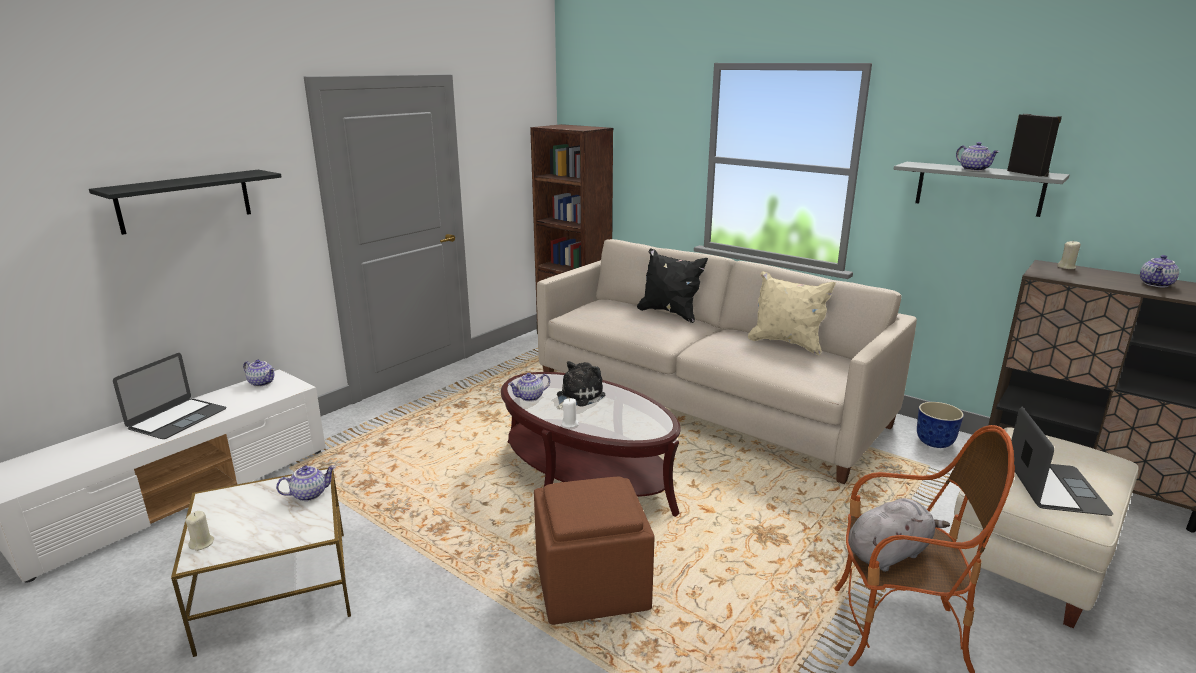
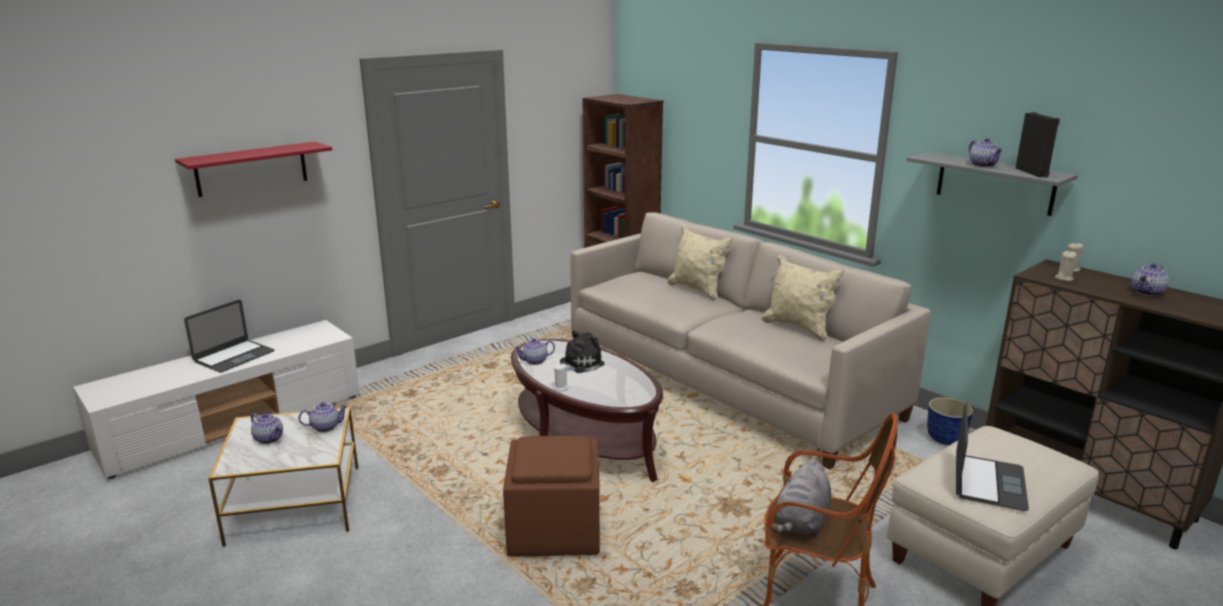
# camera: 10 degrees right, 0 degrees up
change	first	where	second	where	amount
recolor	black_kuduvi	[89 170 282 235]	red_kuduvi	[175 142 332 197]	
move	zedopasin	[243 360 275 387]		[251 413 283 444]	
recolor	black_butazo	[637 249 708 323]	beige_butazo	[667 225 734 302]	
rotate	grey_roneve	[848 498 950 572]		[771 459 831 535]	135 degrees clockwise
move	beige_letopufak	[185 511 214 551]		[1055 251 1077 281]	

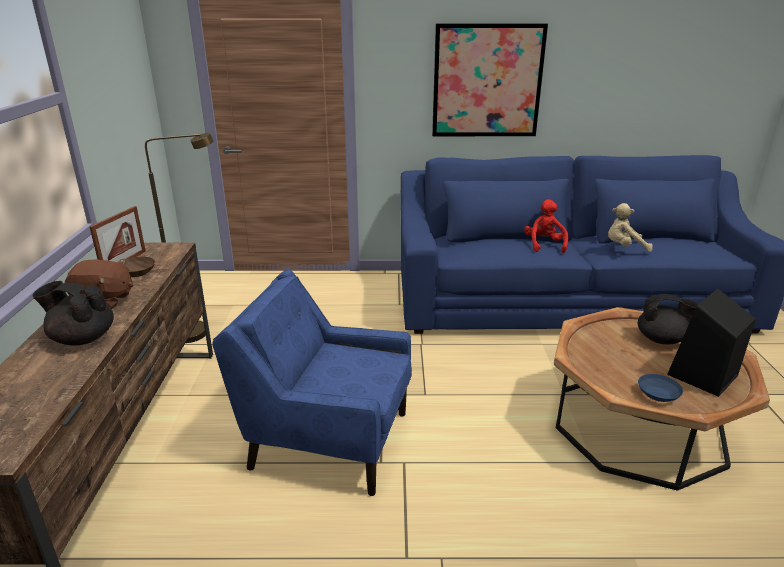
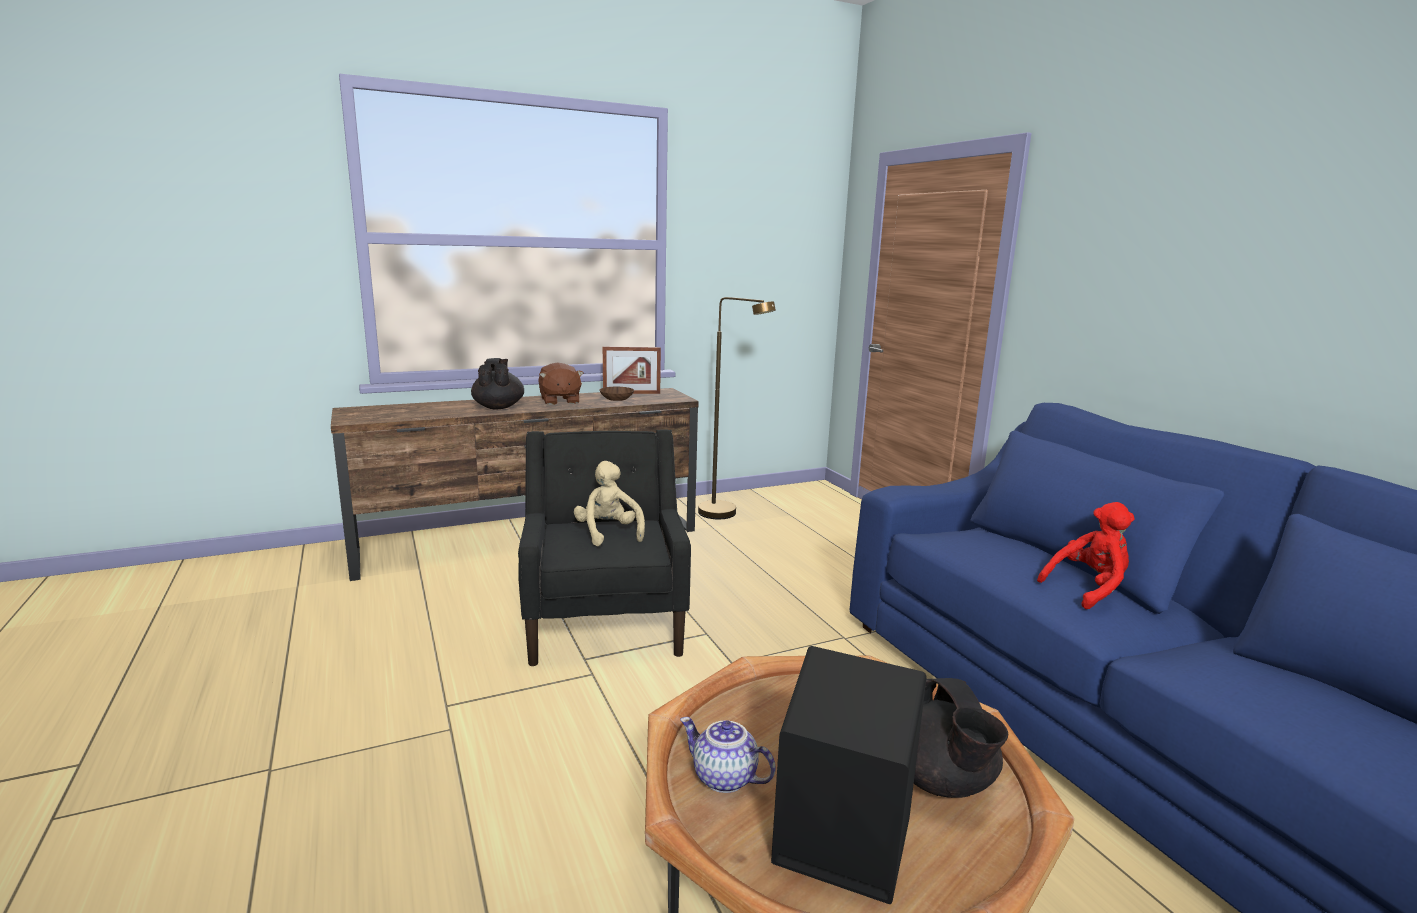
# camera: 65 degrees right, 10 degrees down
change	first	where	second	where	amount
recolor	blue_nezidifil	[212 269 412 496]	black_nezidifil	[518 429 691 666]	
move	beige_roneve	[608 203 653 252]		[574 461 645 546]	
replace	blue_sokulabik	[638 374 683 402]	zedopasin	[680 717 776 793]	
delete	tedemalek	[432 23 548 136]			

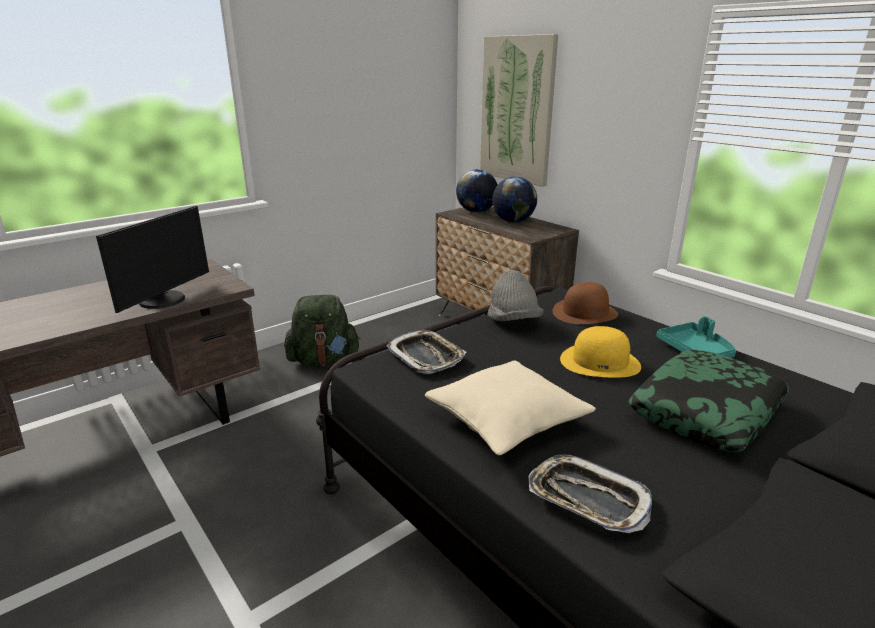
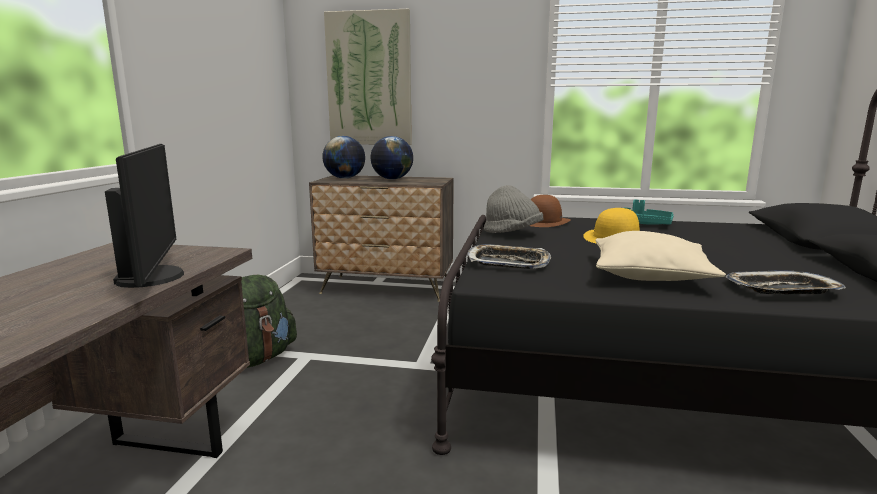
# camera: 40 degrees left, 10 degrees down
change	first	where	second	where	amount
delete	butazo	[628 350 789 452]			

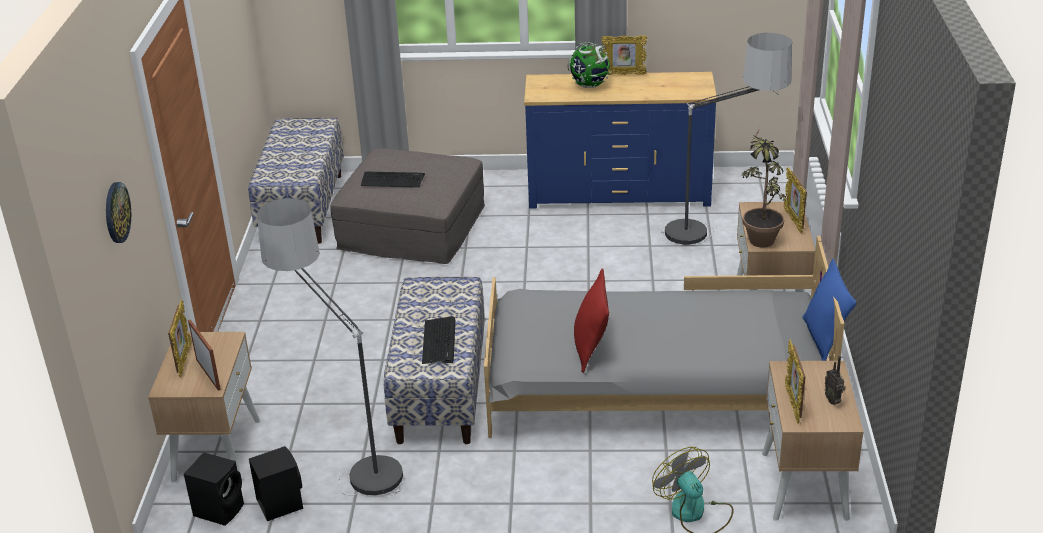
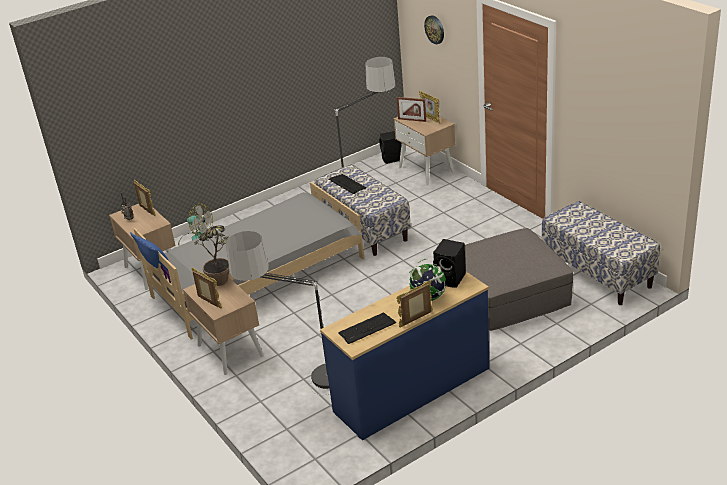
# camera: 145 degrees right, 0 degrees up
change	first	where	second	where	amount
move	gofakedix	[361 172 425 188]		[338 312 396 344]	
move	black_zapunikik	[249 446 303 521]		[433 239 466 288]	
delete	red_butazo	[574 269 609 373]			

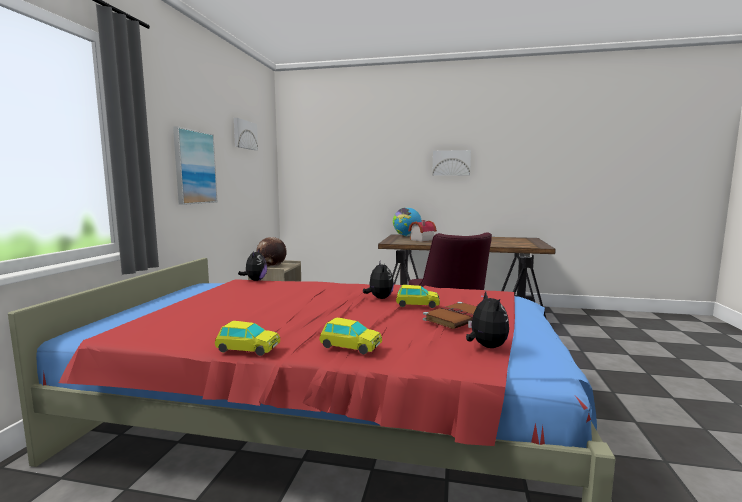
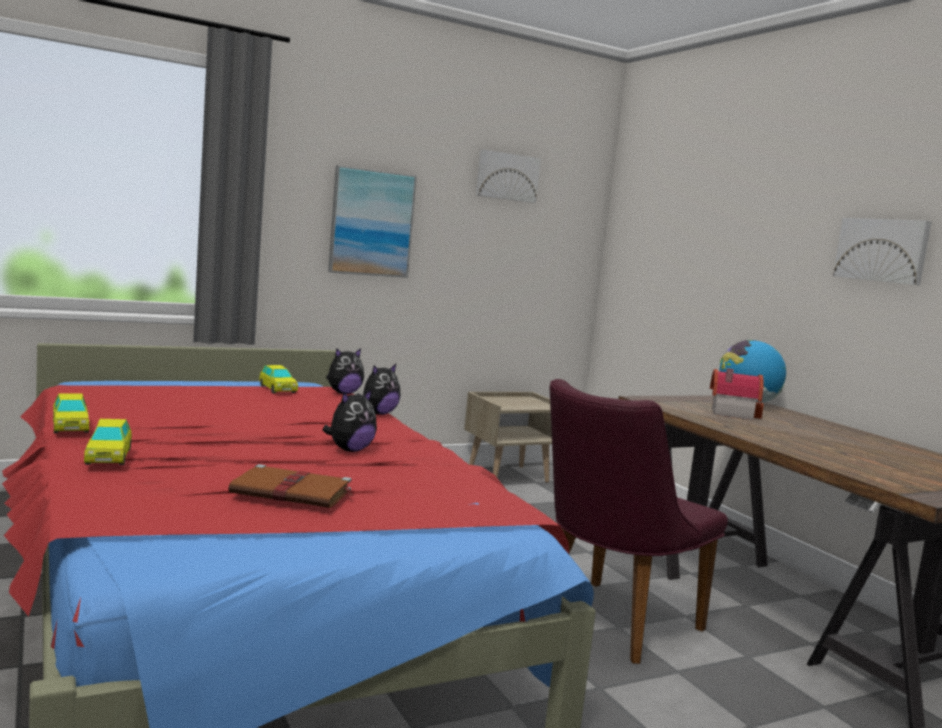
# camera: 50 degrees right, 0 degrees up
change	first	where	second	where	amount
move	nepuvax	[396 285 440 308]		[259 365 298 393]	
move	roneve	[466 291 509 348]		[357 364 401 415]	
delete	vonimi	[256 237 287 267]			

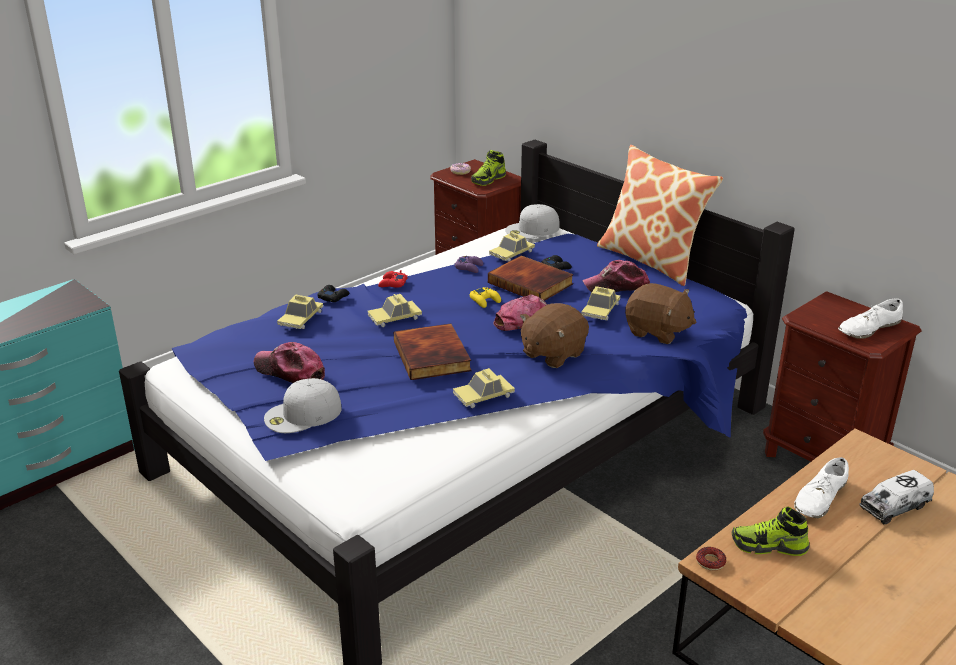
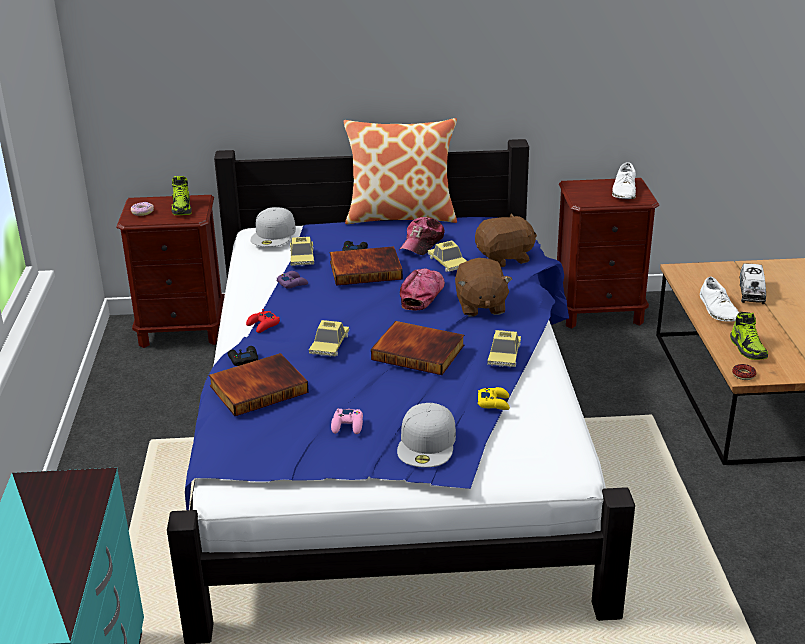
# camera: 50 degrees left, 0 degrees up
change	first	where	second	where	amount
replace	nepuvax	[277 295 323 329]	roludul	[209 353 309 416]	
replace	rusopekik	[254 342 325 383]	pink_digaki	[331 408 363 434]	
move	yellow_digaki	[470 287 501 308]		[478 387 510 410]	
rotate	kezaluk	[732 507 809 556]		[730 312 768 360]	60 degrees counterclockwise

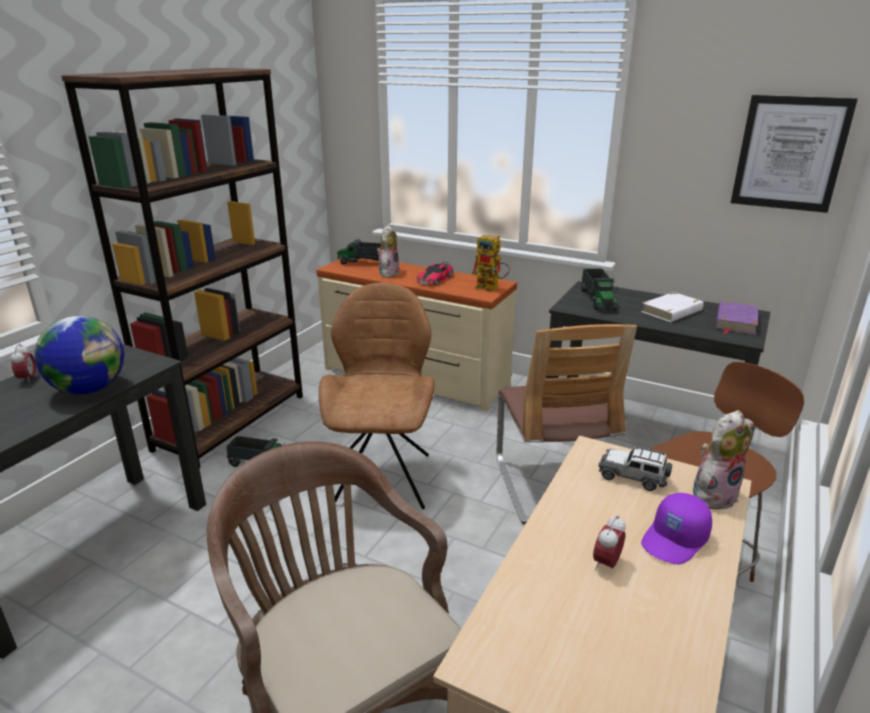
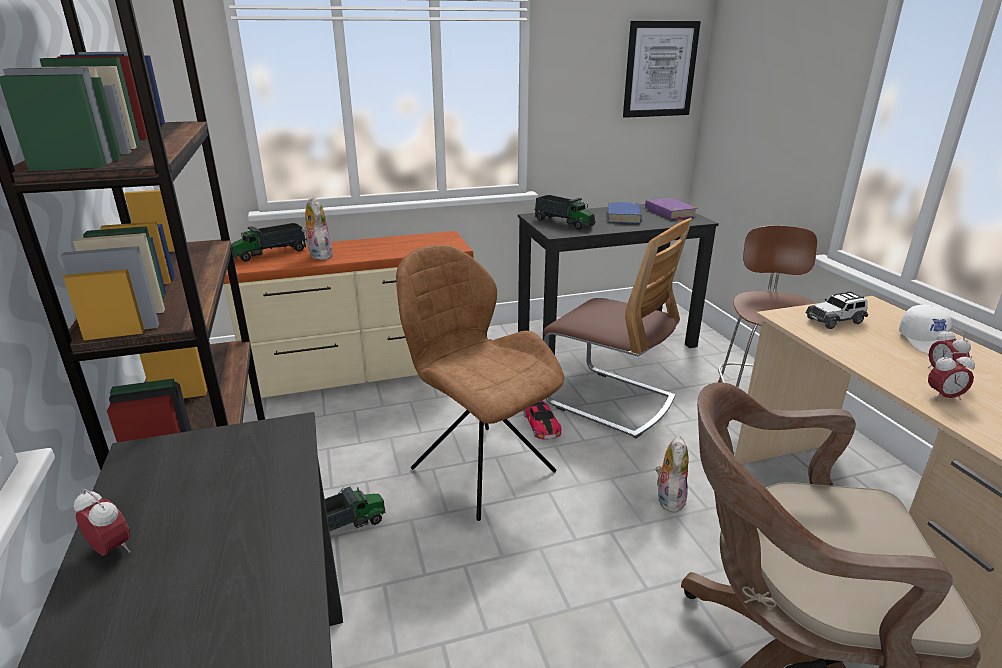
# camera: 45 degrees left, 0 degrees up
change	first	where	second	where	amount
move	nepuvax	[417 262 453 286]		[524 401 561 440]	
recolor	white_roludul	[641 292 704 322]	blue_roludul	[608 202 641 223]	
move	roneve	[693 410 754 509]		[656 436 689 513]	
recolor	purple_rusopekik	[641 493 712 565]	white_rusopekik	[899 305 952 354]	
insert			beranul	[928 352 975 401]	
delete	vonimi	[34 316 124 395]			
delete	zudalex	[471 235 510 292]			

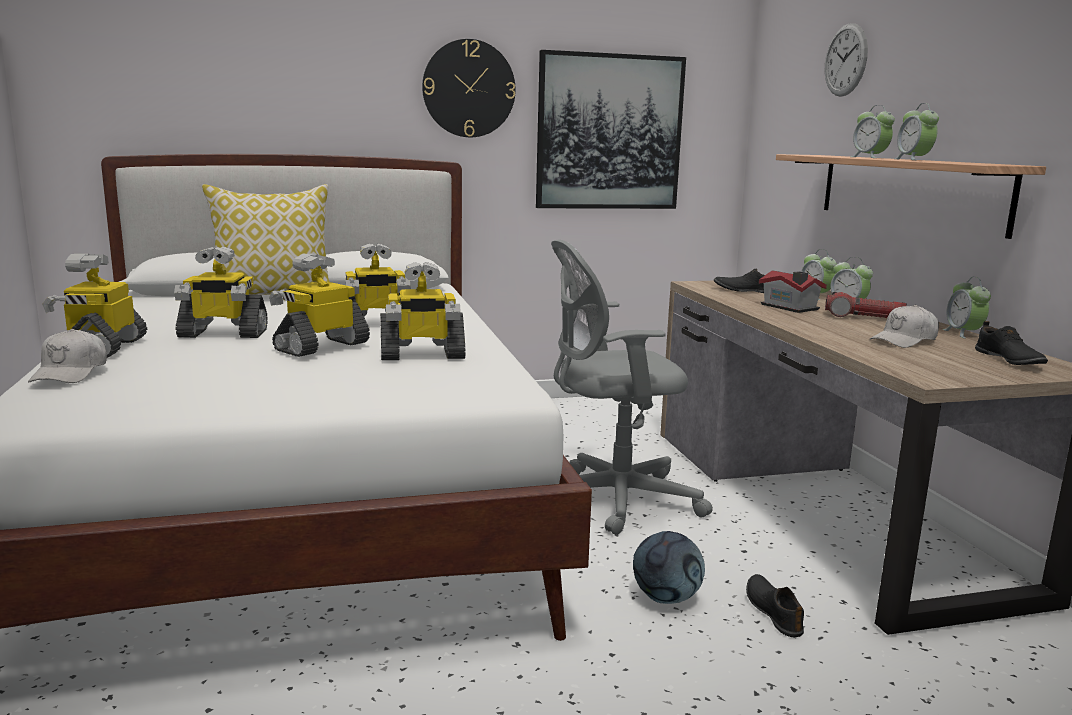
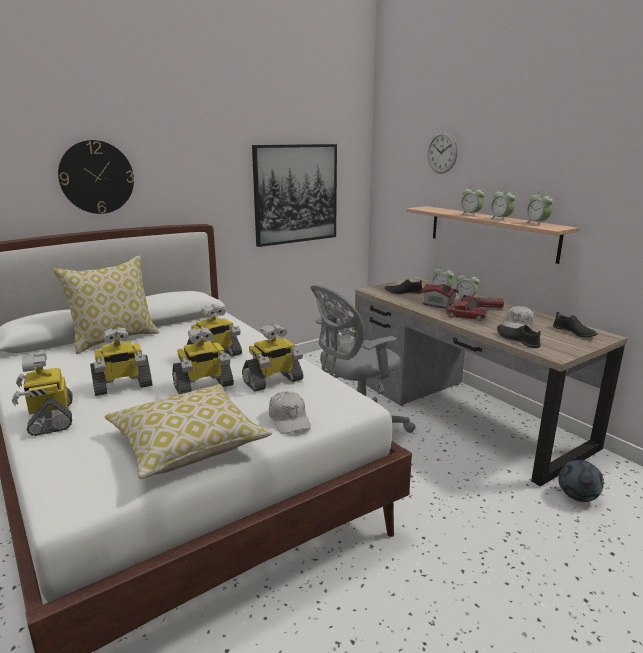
# camera: 20 degrees left, 5 degrees up
change	first	where	second	where	amount
move	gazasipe	[422 39 516 137]		[58 140 134 214]	
insert			butazo	[105 384 272 479]	
rotate	zudalex	[269 253 370 357]		[172 327 234 394]	135 degrees counterclockwise
move	white_rusopekik	[28 329 107 383]		[269 391 311 434]	
insert			nepuvax	[445 301 487 321]	
move	black_kezaluk	[746 574 804 637]		[497 325 541 348]	
move	beranul	[943 277 991 338]		[525 191 553 226]	
move	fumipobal	[633 531 705 604]		[559 460 604 502]	

